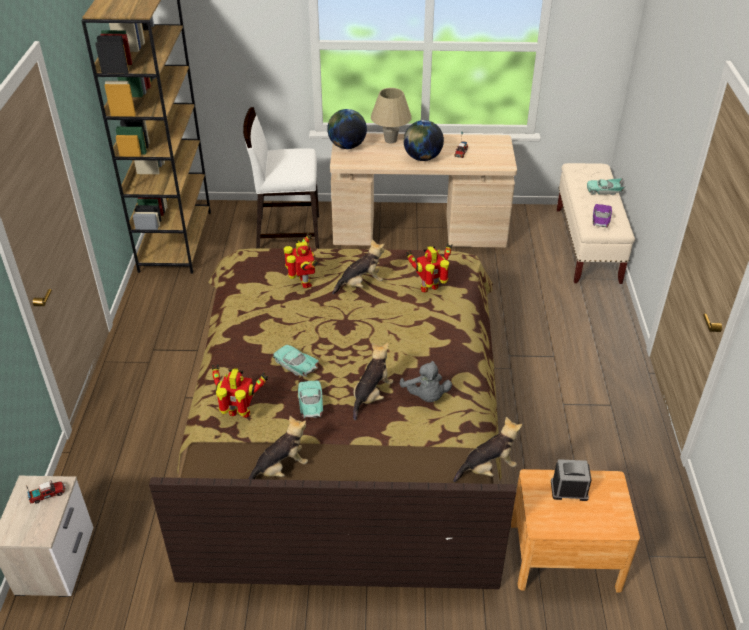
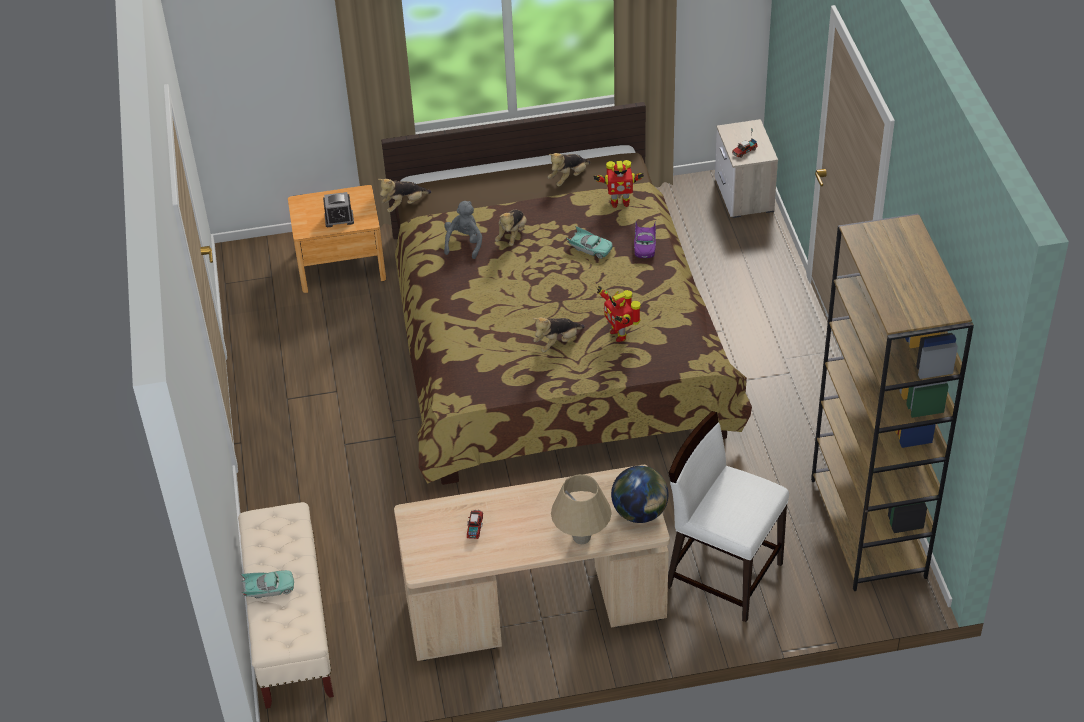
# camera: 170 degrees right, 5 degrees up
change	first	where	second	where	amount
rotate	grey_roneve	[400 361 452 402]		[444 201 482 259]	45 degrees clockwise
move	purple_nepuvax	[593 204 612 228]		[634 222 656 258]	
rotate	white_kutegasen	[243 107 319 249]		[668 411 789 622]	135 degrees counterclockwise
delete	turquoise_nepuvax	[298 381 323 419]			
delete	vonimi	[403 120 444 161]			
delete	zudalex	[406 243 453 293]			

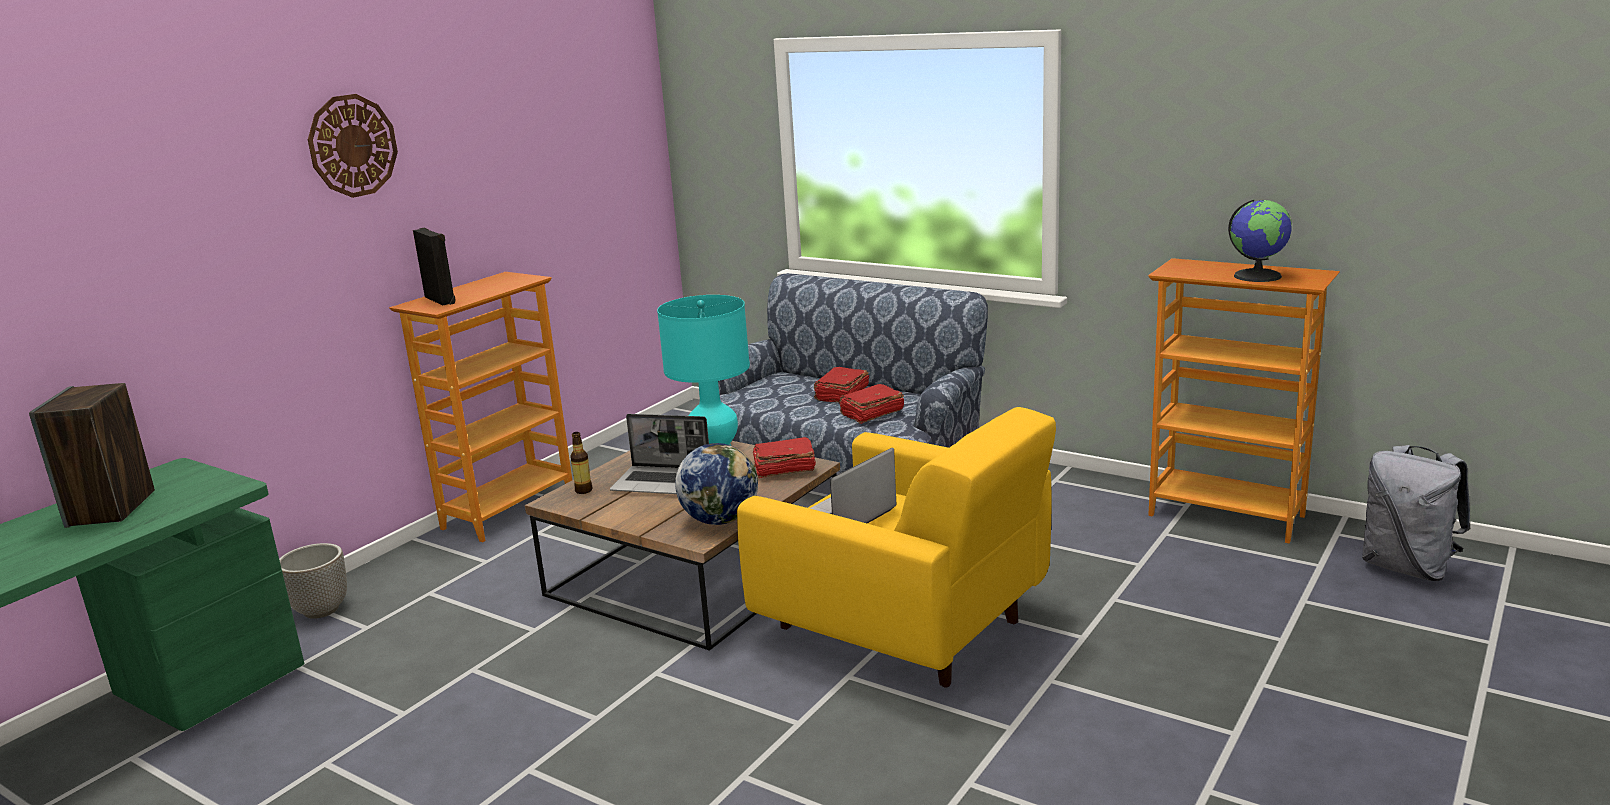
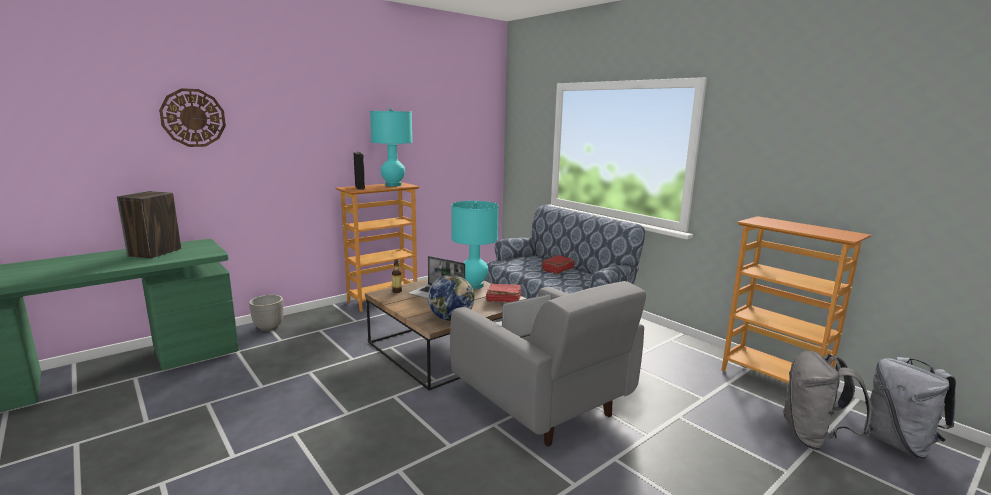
# camera: 15 degrees right, 5 degrees down
change	first	where	second	where	amount
move	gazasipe	[308 94 398 198]		[159 88 226 147]	
insert			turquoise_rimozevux	[370 108 413 186]	
recolor	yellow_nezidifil	[737 407 1056 688]	grey_nezidifil	[450 281 646 447]	
insert			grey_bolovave	[783 350 872 450]	
delete	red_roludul	[839 384 904 424]			
delete	vonimi	[1228 200 1292 282]			

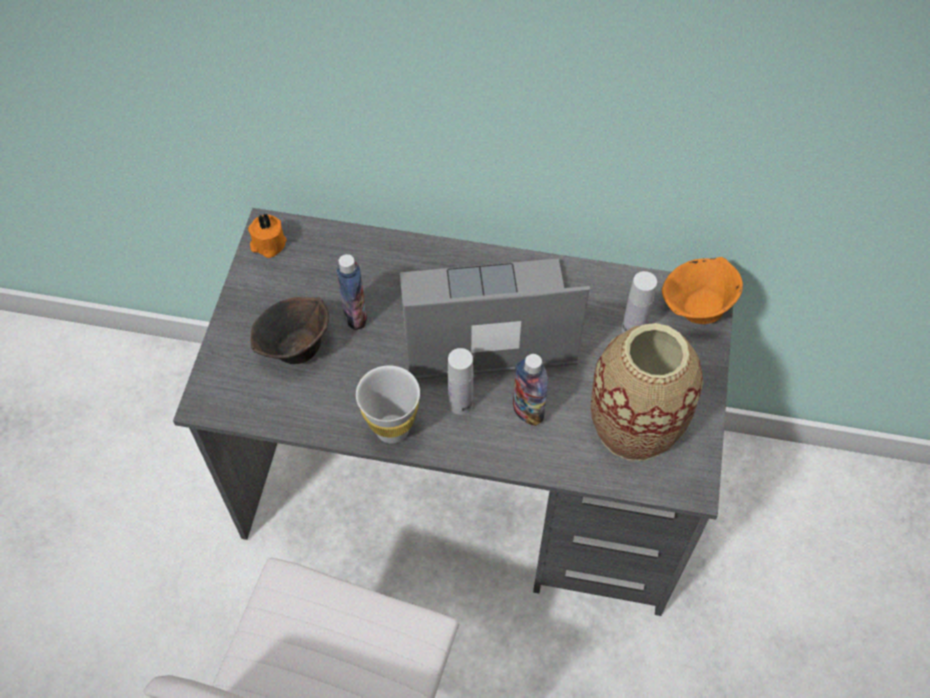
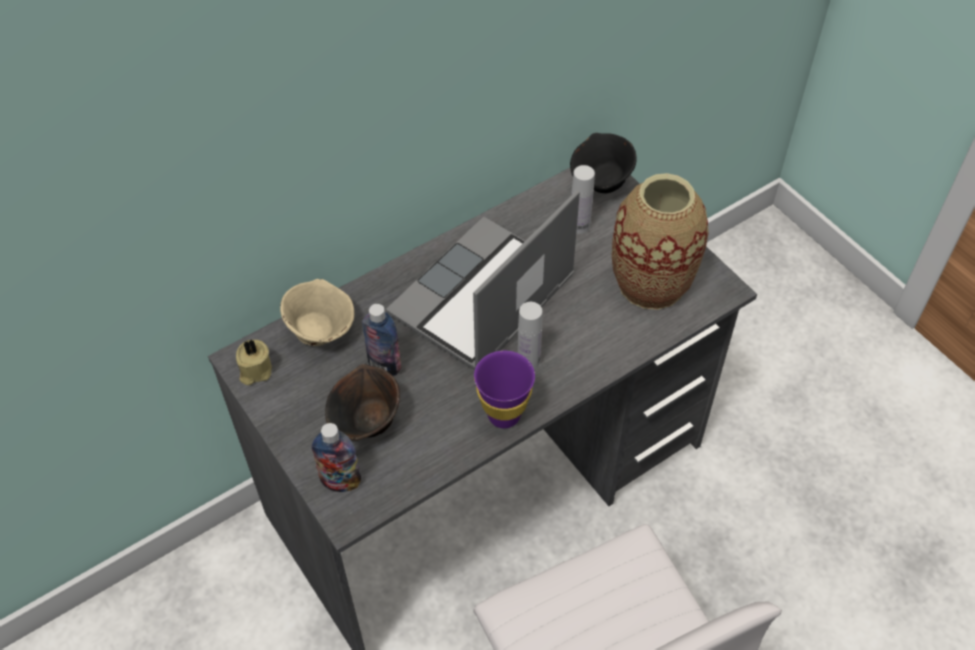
# camera: 45 degrees left, 5 degrees down
change	first	where	second	where	amount
recolor	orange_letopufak	[248 213 286 258]	beige_letopufak	[236 339 272 385]	
insert			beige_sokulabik	[280 279 354 346]	
move	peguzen	[513 354 548 426]		[311 423 361 492]	
recolor	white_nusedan	[356 366 420 444]	purple_nusedan	[474 351 535 428]	
recolor	orange_sokulabik	[662 257 743 324]	black_sokulabik	[570 133 636 193]	

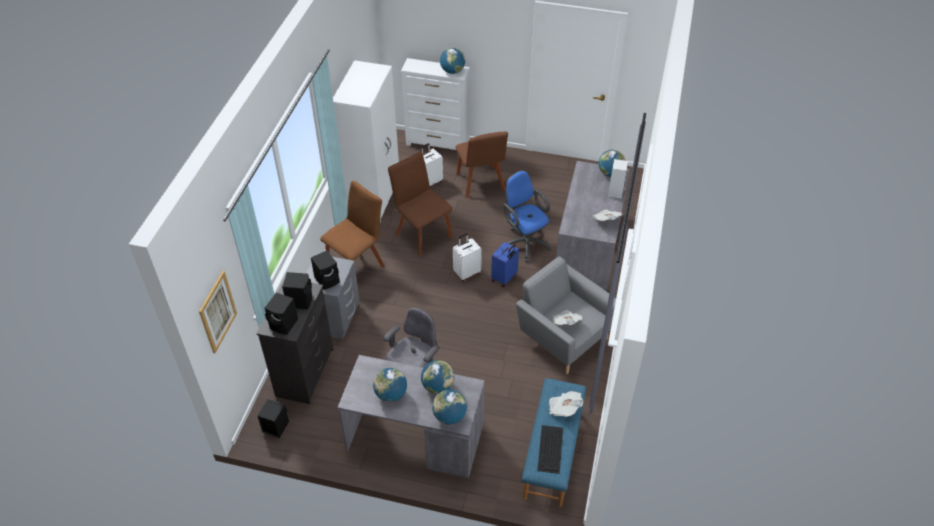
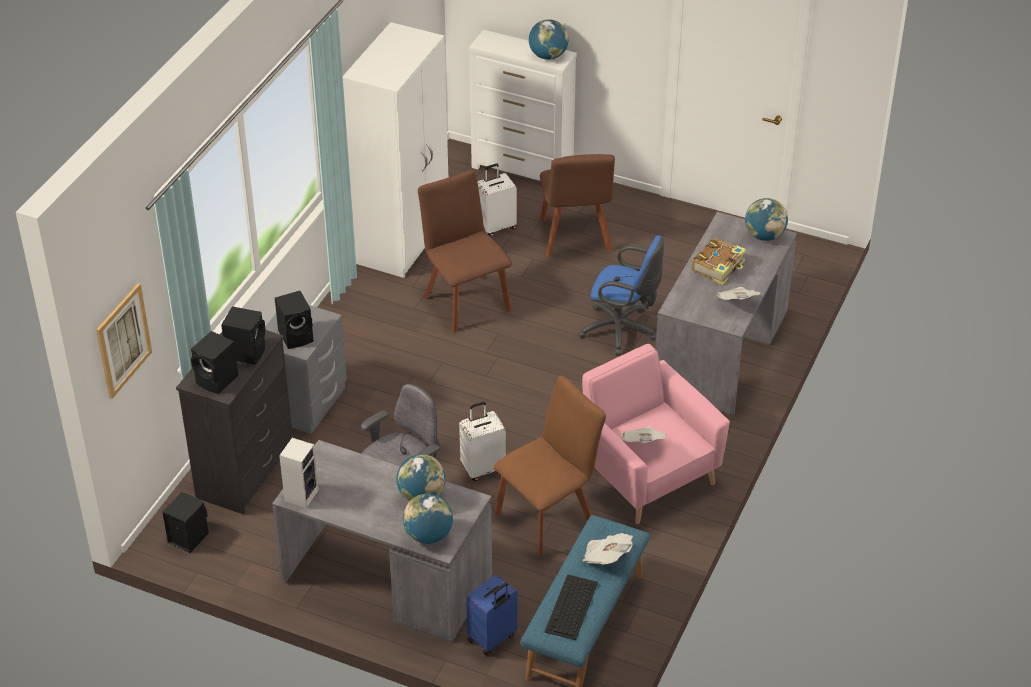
# camera: 10 degrees right, 5 degrees down
change	first	where	second	where	amount
move	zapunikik	[608 159 628 199]		[279 438 319 508]	
move	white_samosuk	[453 233 482 281]		[459 402 506 481]	
move	blue_samosuk	[491 242 519 287]		[466 574 518 656]	
move	brown_kutegasen	[320 181 385 267]		[494 376 606 557]	
rotate	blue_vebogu	[504 171 552 262]		[578 235 664 356]	135 degrees clockwise
recolor	grey_nezidifil	[516 256 616 374]	pink_nezidifil	[582 344 730 524]	
insert			roludul	[692 238 746 285]	
delete	vonimi	[373 368 407 402]			

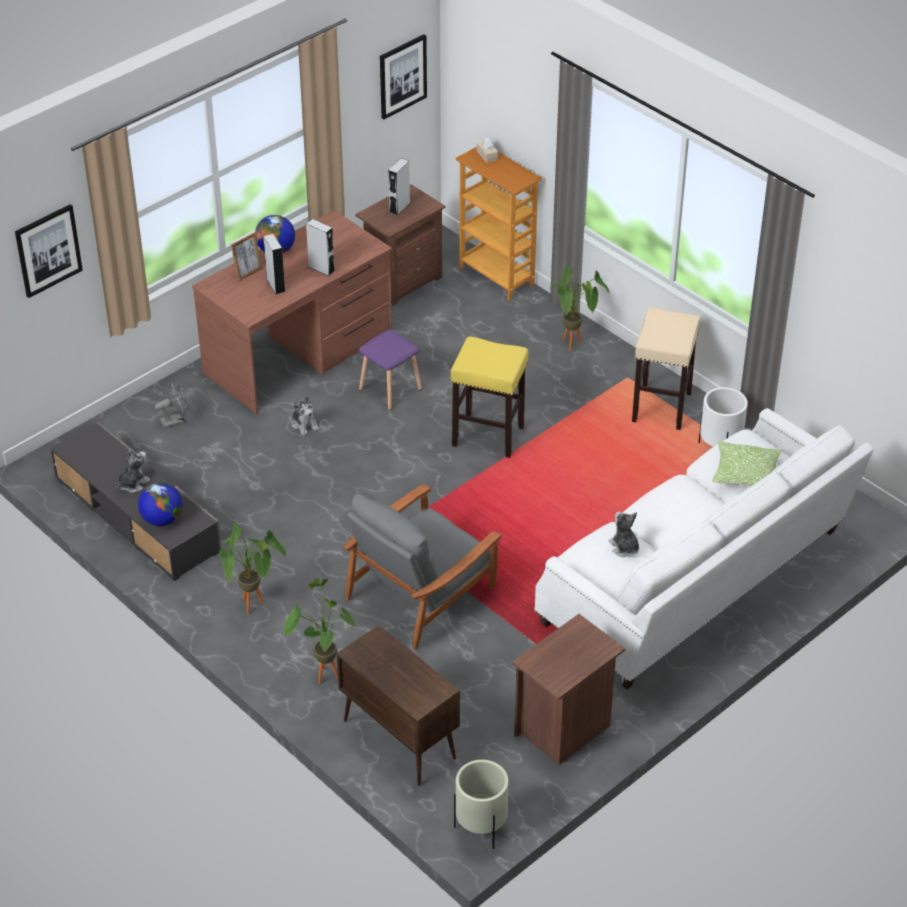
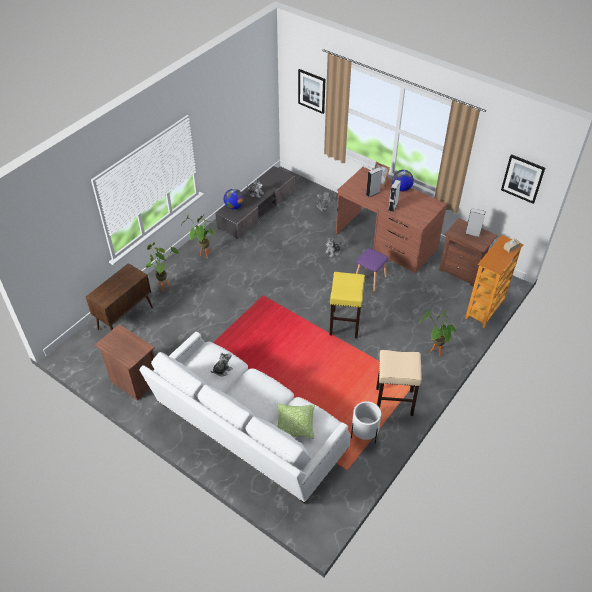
# camera: 80 degrees right, 5 degrees up
change	first	where	second	where	amount
delete	grey_nezidifil	[343 484 502 650]			
delete	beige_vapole	[454 760 508 849]			

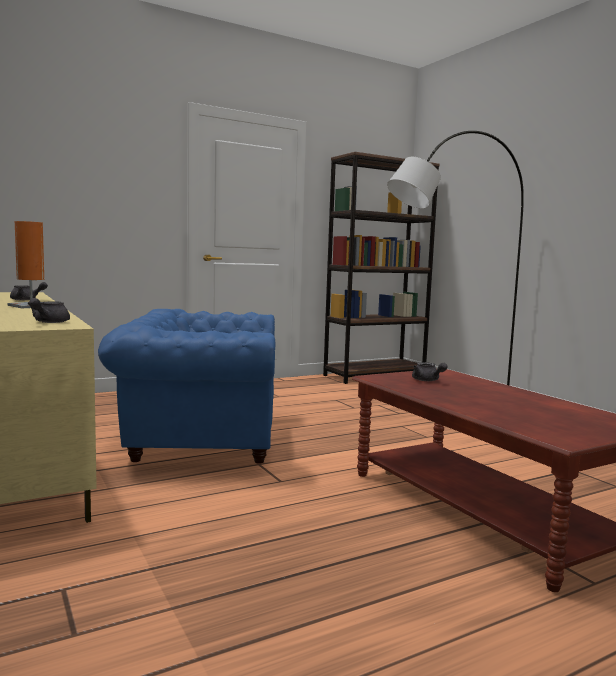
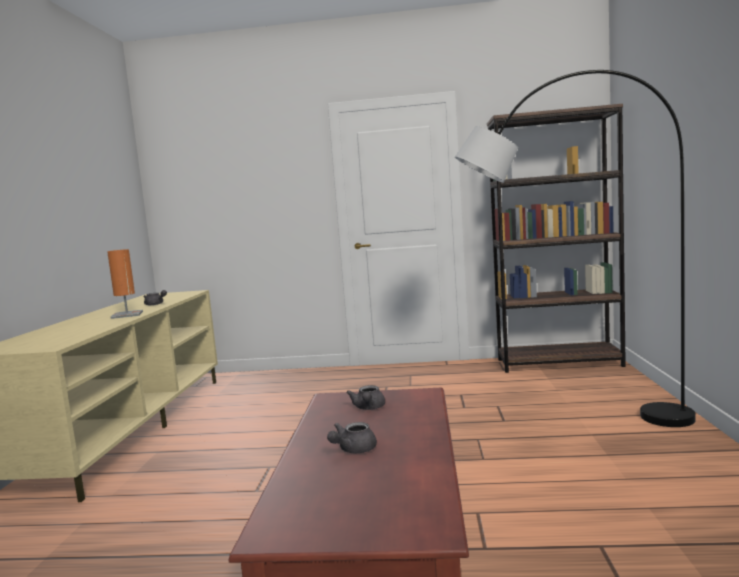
# camera: 35 degrees right, 0 degrees up
change	first	where	second	where	amount
move	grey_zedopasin	[27 298 70 323]		[327 422 377 453]	
delete	blue_nezidifil	[98 309 276 464]			

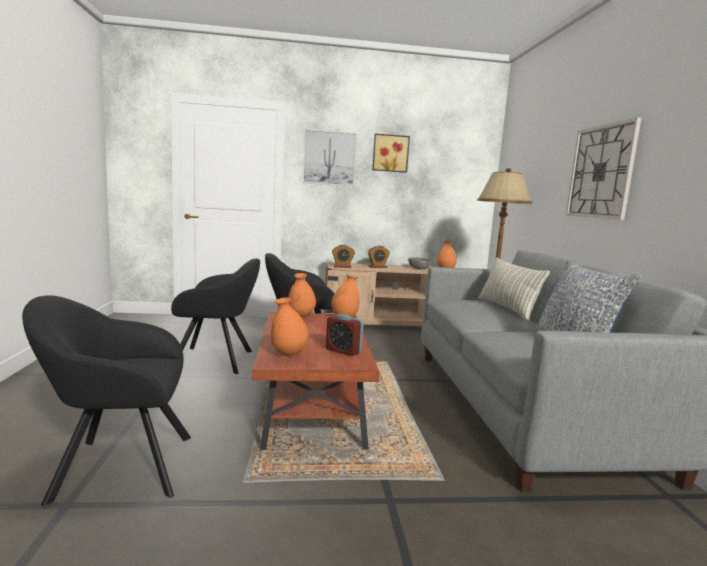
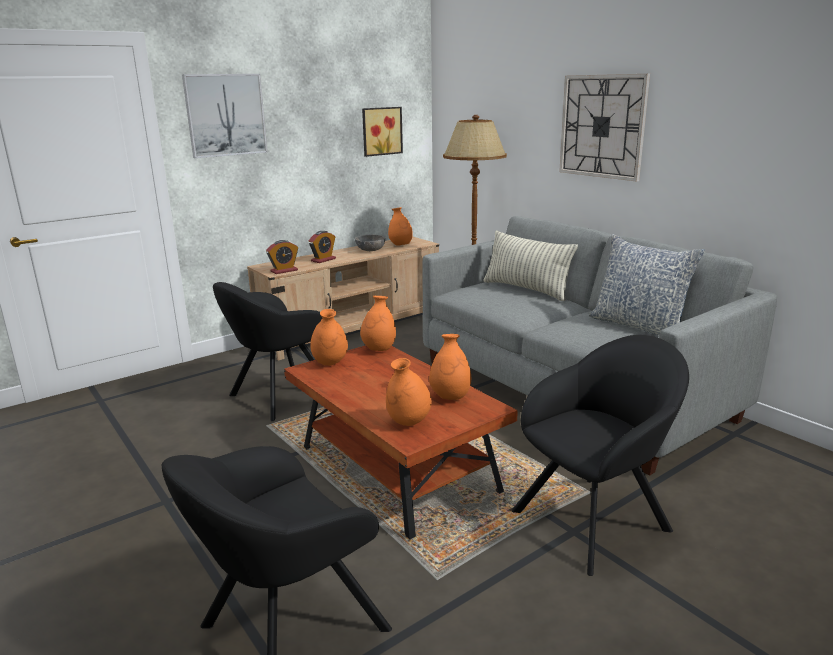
# camera: 30 degrees left, 10 degrees up
change	first	where	second	where	amount
move	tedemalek	[372 133 410 173]		[362 107 403 157]	
replace	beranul	[326 314 364 356]	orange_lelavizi	[429 334 471 400]	
move	black_nezidifil	[171 258 260 374]		[511 335 689 576]	

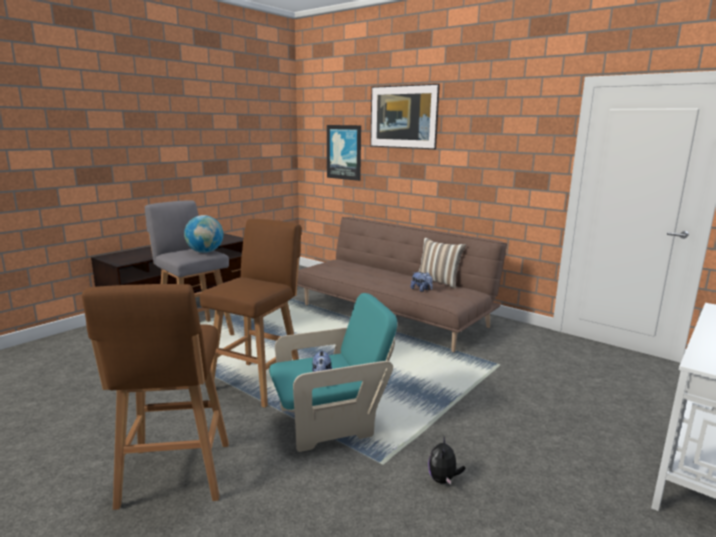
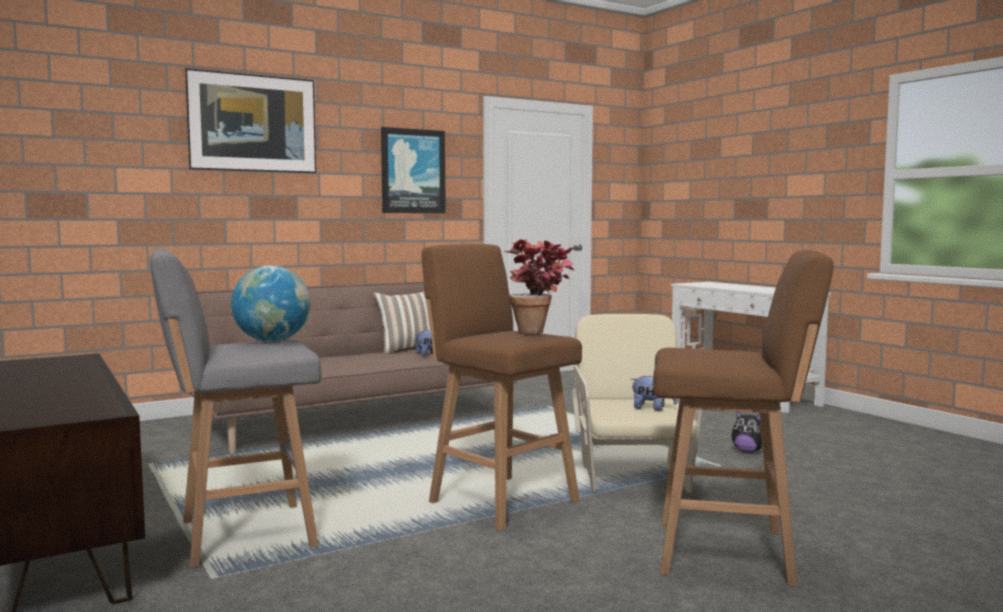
# camera: 70 degrees left, 10 degrees down
change	first	where	second	where	amount
move	tedemalek	[327 125 361 181]		[381 127 446 213]	
insert			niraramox	[504 239 574 334]	
recolor	turquoise_nezidifil	[269 293 397 452]	beige_nezidifil	[572 314 702 493]	

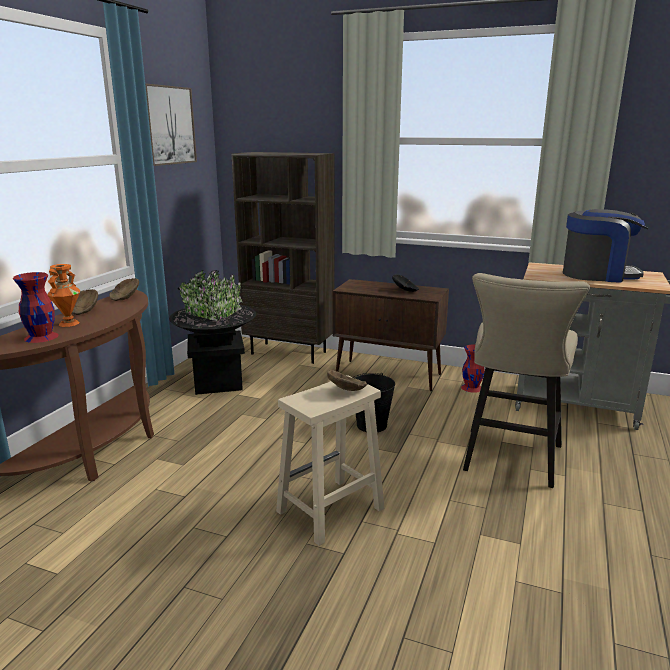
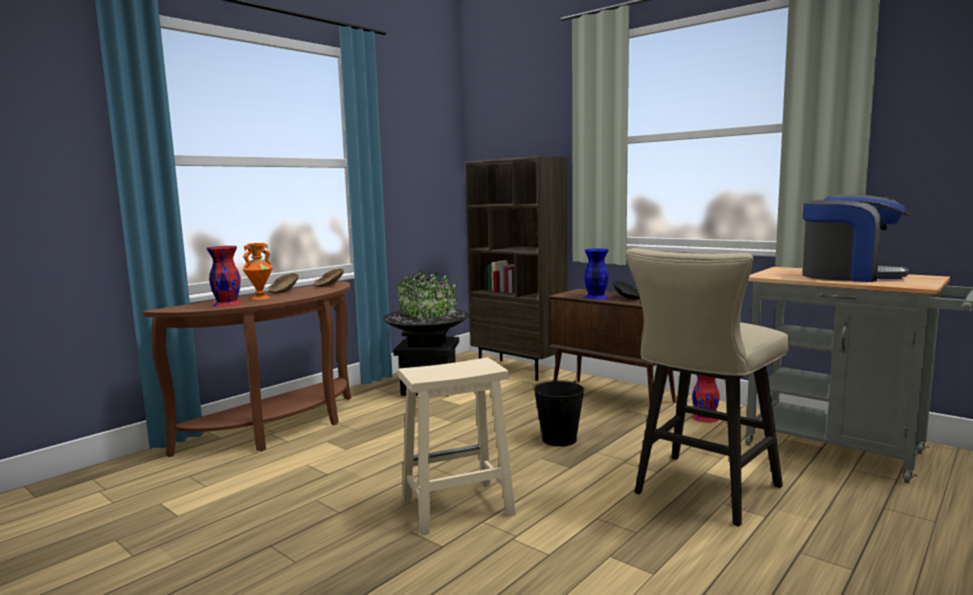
# camera: 20 degrees right, 10 degrees down
change	first	where	second	where	amount
insert			blue_lelavizi	[584 248 609 299]	
delete	tedemalek	[145 83 197 166]			
delete	brown_sokulabik	[327 370 367 391]			

